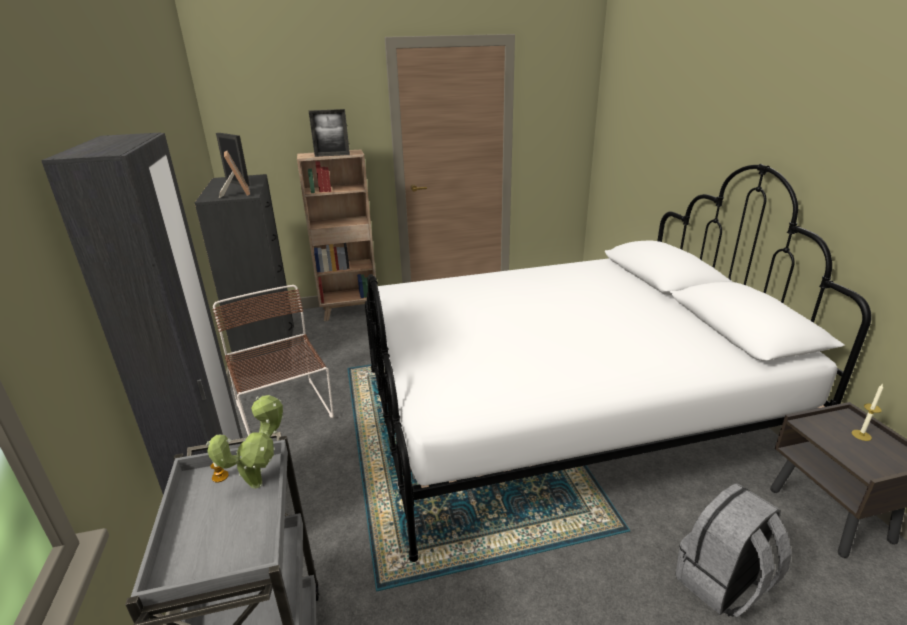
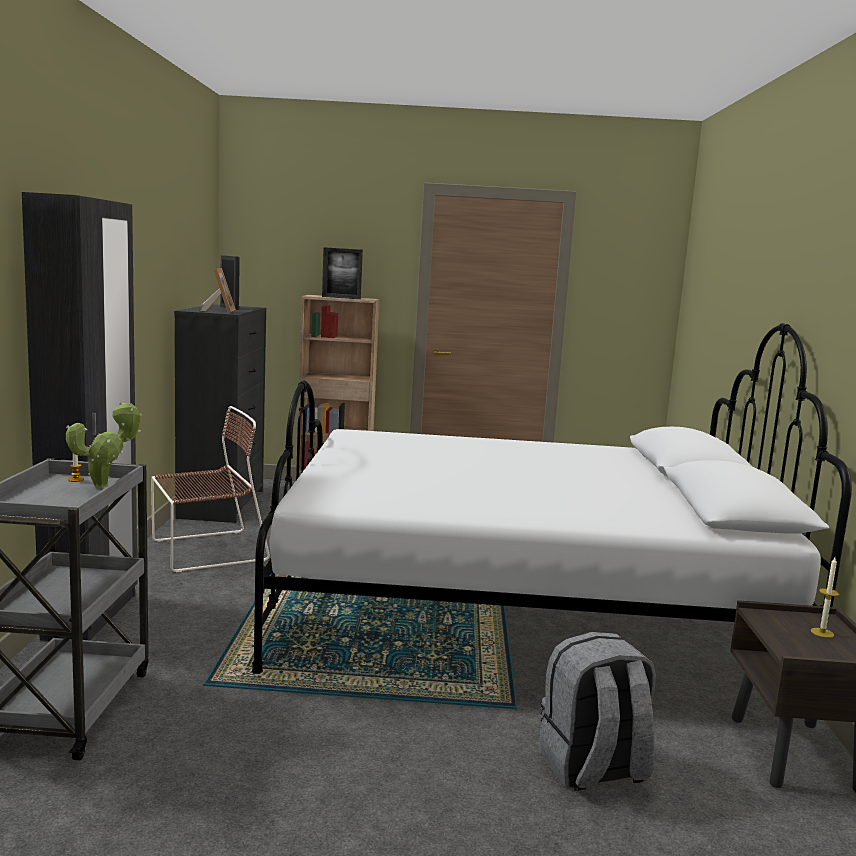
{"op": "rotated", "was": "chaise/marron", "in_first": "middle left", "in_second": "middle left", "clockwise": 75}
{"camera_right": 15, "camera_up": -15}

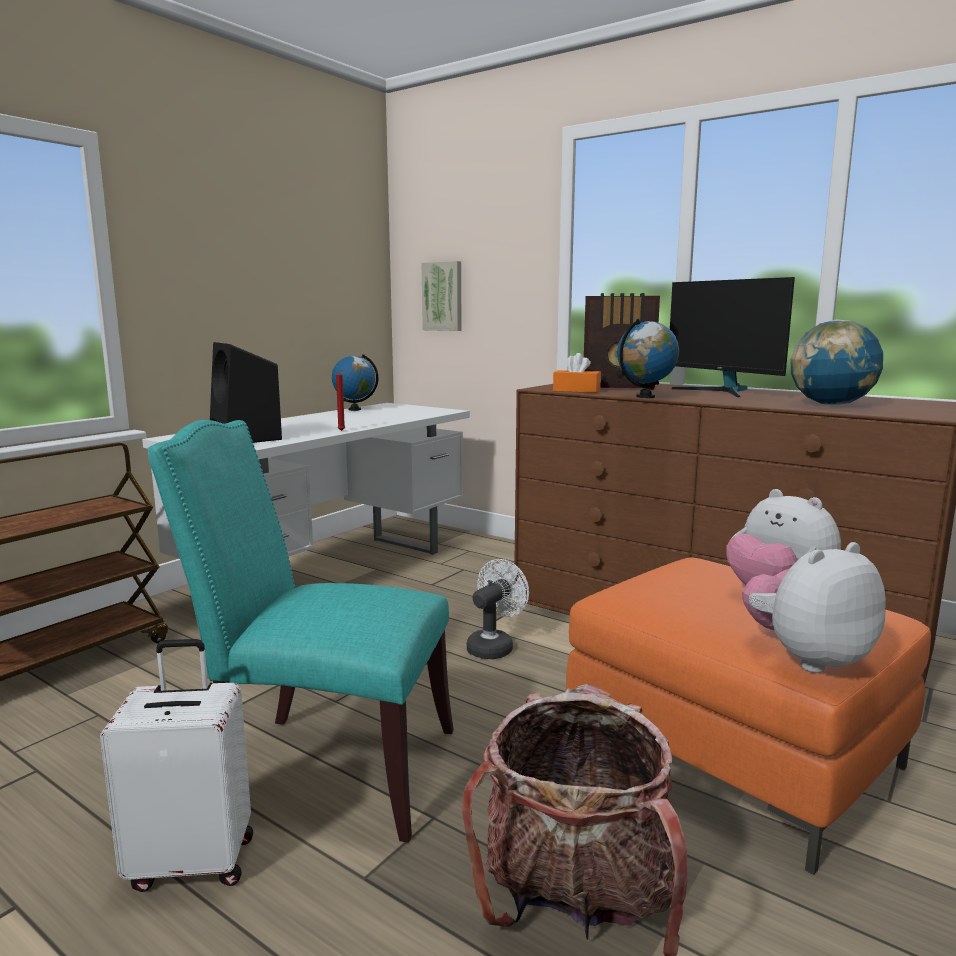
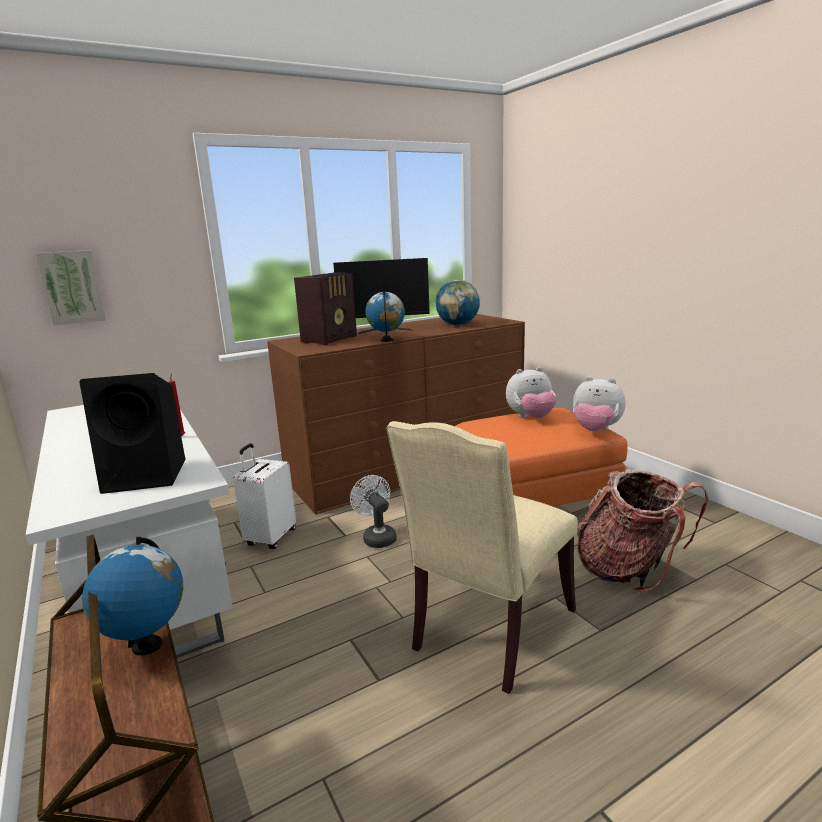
{"op": "gone", "was": "boîte à mouchoirs/orange", "in_first": "centre"}
{"op": "shifted", "was": "globe (no. 1 from left)", "in_first": "centre", "in_second": "bottom left"}
{"op": "repainted", "was": "chaise/turquoise", "now": "chaise/beige", "in_first": "middle left", "in_second": "bottom centre"}
{"op": "rotated", "was": "peluche (no. 2 from left)", "in_first": "middle right", "in_second": "middle right", "clockwise": -60}
{"op": "shifted", "was": "valise/blanc", "in_first": "bottom left", "in_second": "middle left"}
{"camera_right": -65, "camera_up": 5}

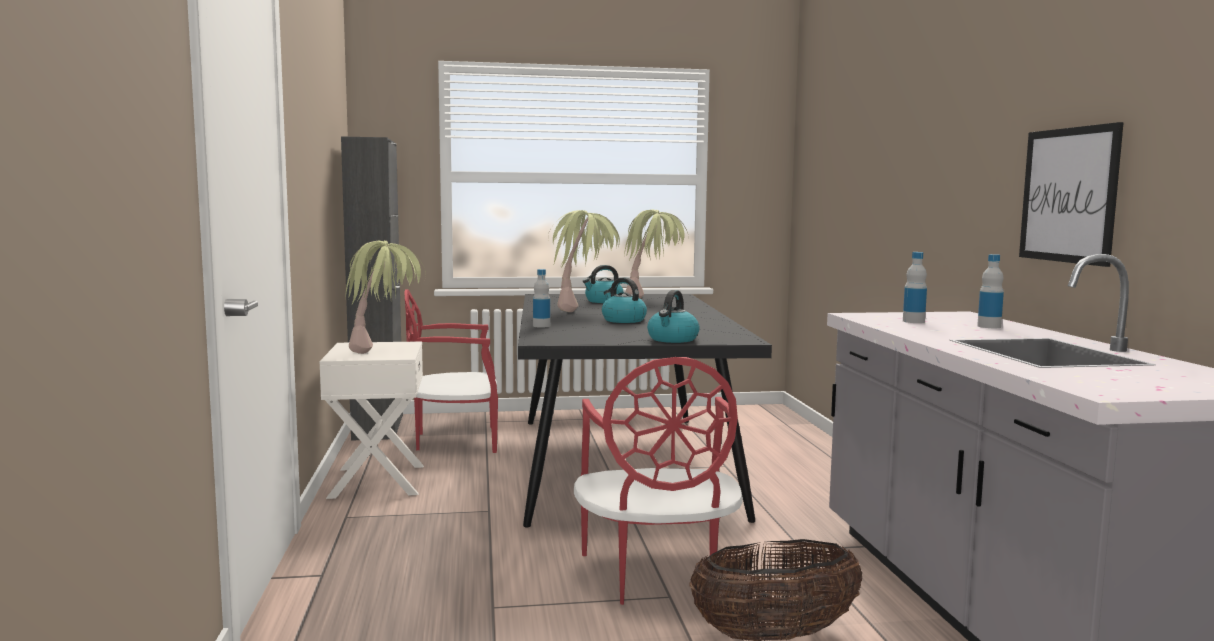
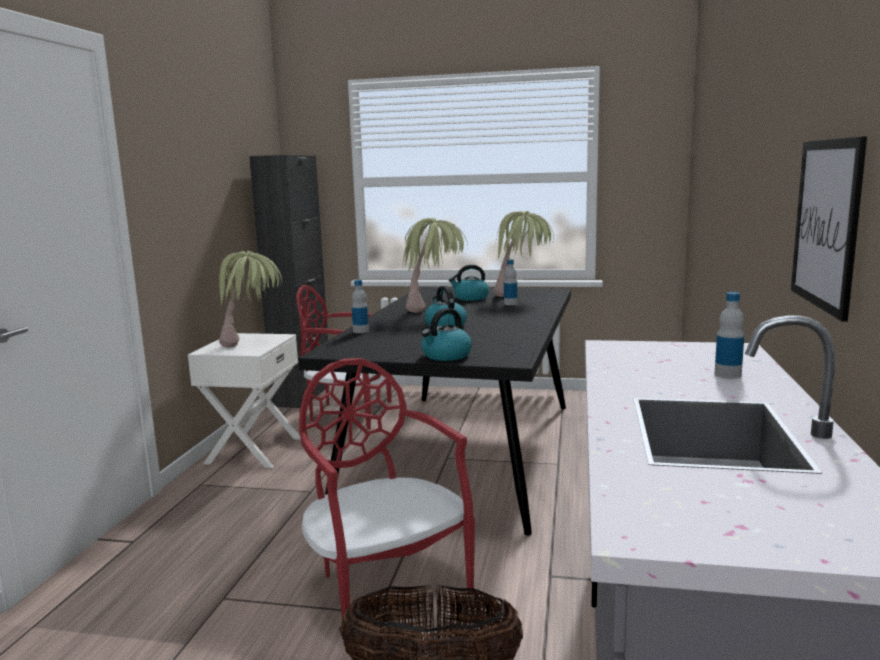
{"op": "shifted", "was": "bouteille (no. 2 from left)", "in_first": "middle right", "in_second": "centre"}
{"op": "rotated", "was": "chaise/rouge (no. 2 from left)", "in_first": "bottom centre", "in_second": "bottom centre", "clockwise": 135}
{"camera_right": 20, "camera_up": 5}

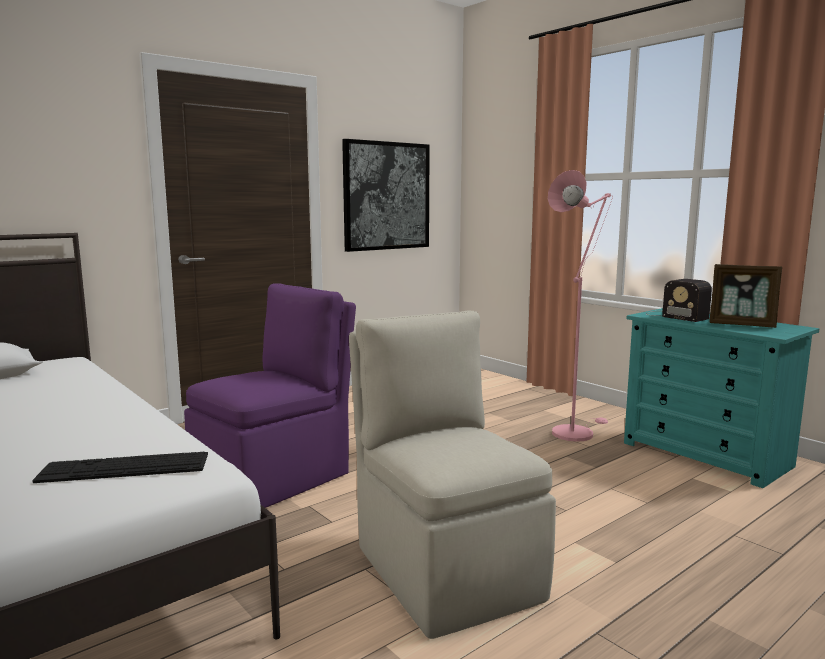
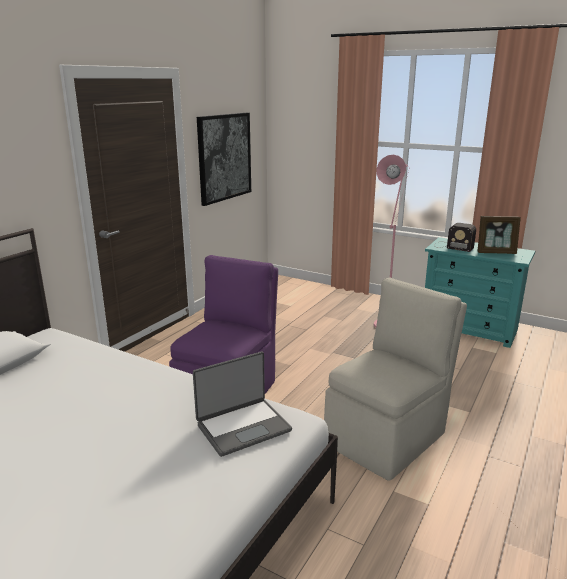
{"op": "rotated", "was": "chaise/beige", "in_first": "bottom centre", "in_second": "middle right", "clockwise": 90}
{"op": "swapped", "was": "clavier", "now": "ordinateur portable", "in_first": "bottom left", "in_second": "bottom centre"}
{"camera_right": -20, "camera_up": 10}

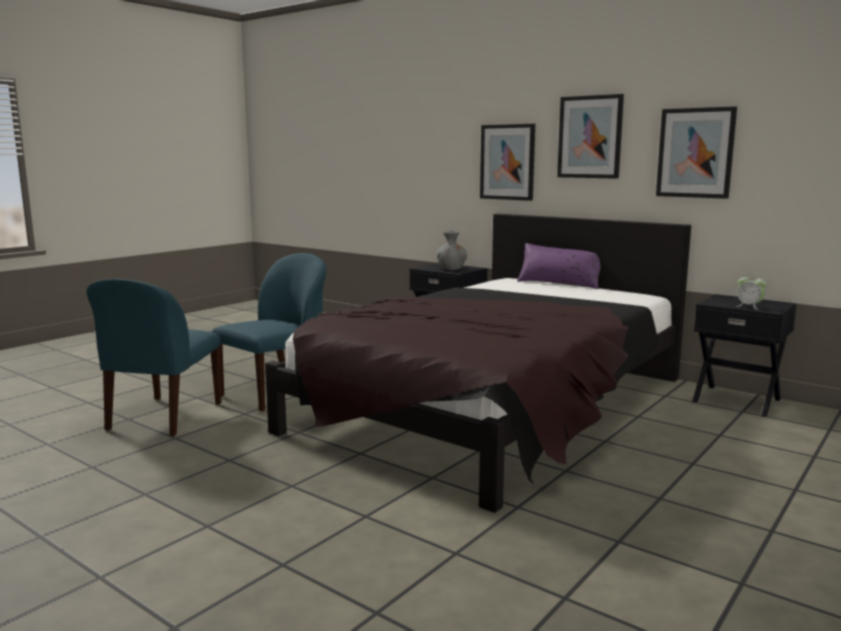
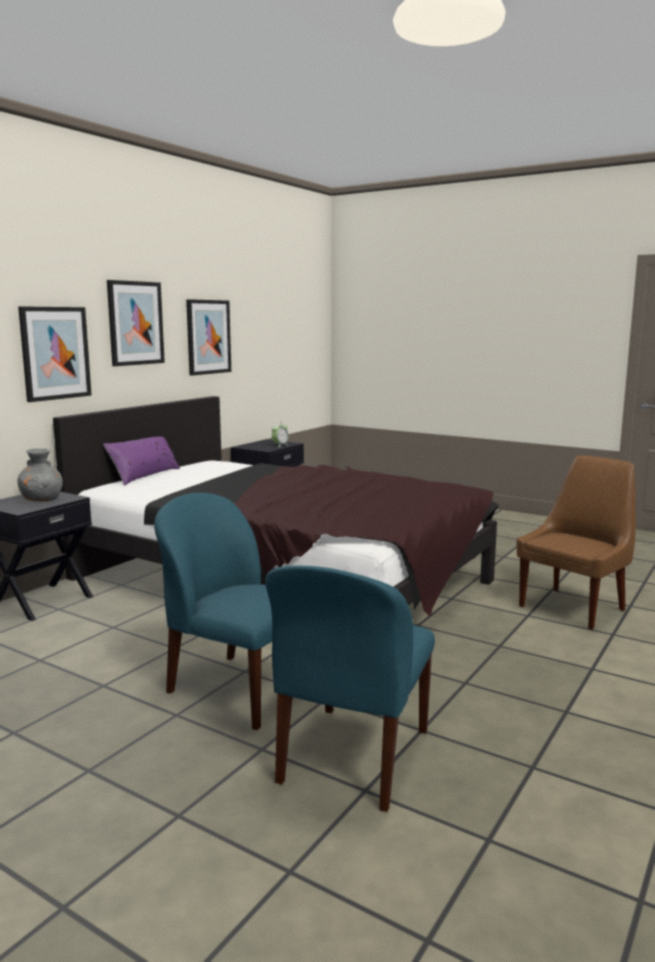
{"op": "rotated", "was": "chaise/bleu (no. 1 from left in the first image)", "in_first": "middle left", "in_second": "bottom centre", "clockwise": 105}
{"op": "new", "now": "chaise/marron", "in_second": "middle right"}
{"camera_right": -95, "camera_up": 0}

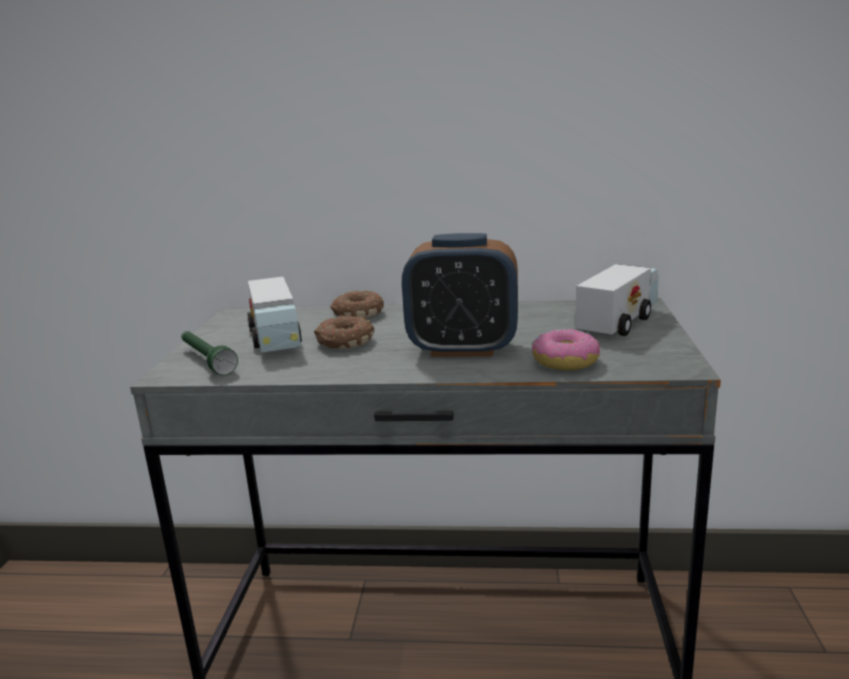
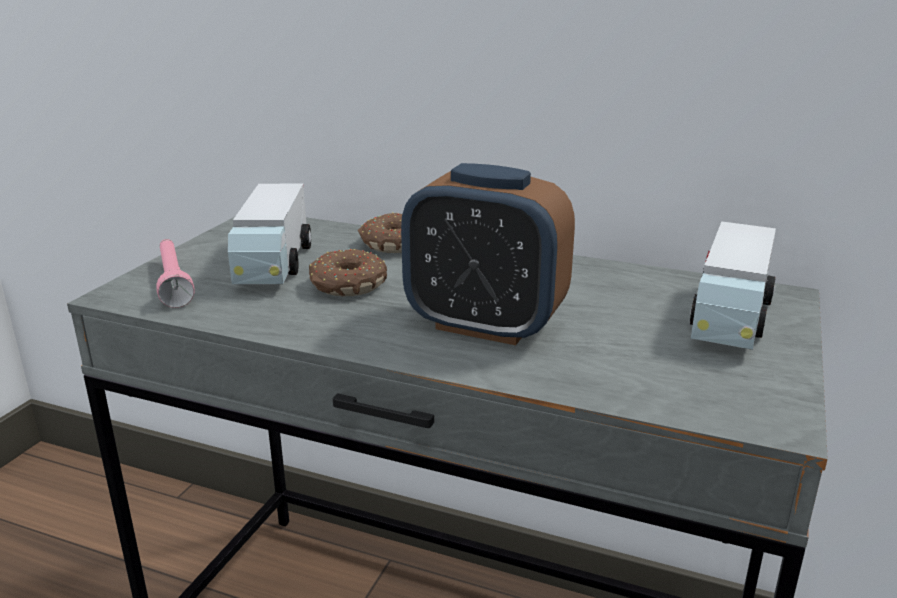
{"op": "rotated", "was": "camion jouet (no. 2 from left)", "in_first": "middle right", "in_second": "middle right", "clockwise": 150}
{"op": "gone", "was": "beignet (no. 3 from left)", "in_first": "middle right"}
{"op": "repainted", "was": "lampe de poche/vert", "now": "lampe de poche/rose", "in_first": "middle left", "in_second": "middle left"}
{"camera_right": 15, "camera_up": 5}

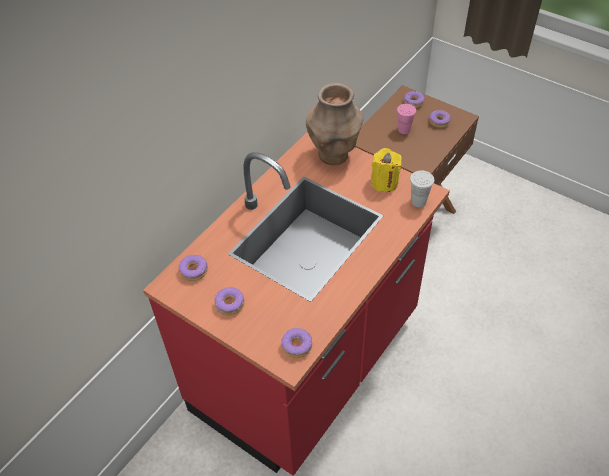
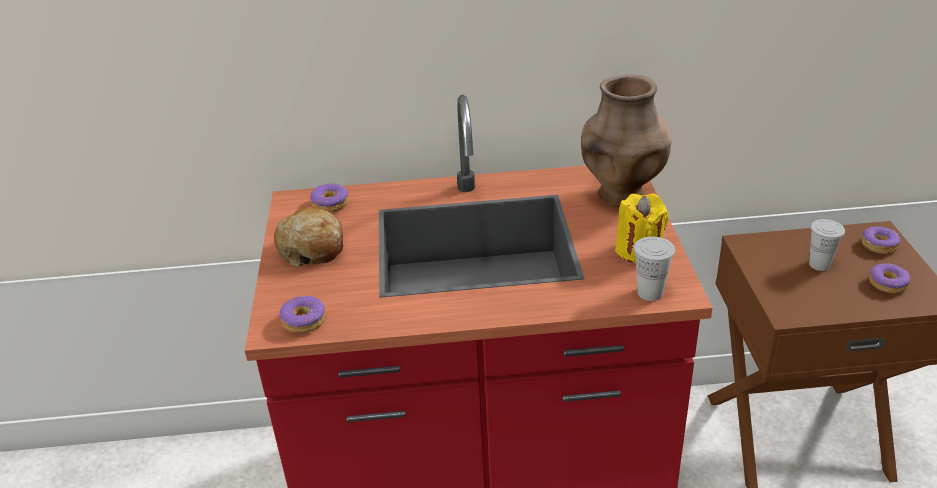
{"op": "repainted", "was": "tasse/rose", "now": "tasse/blanc (no. 2 from left)", "in_first": "top right", "in_second": "middle right"}
{"op": "swapped", "was": "beignet (no. 2 from left)", "now": "pain", "in_first": "centre", "in_second": "middle left"}
{"camera_right": 50, "camera_up": -15}

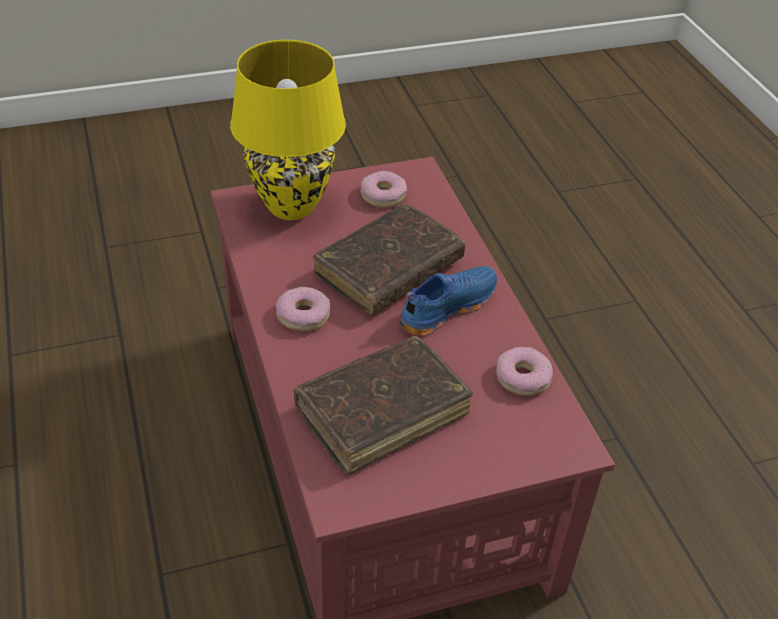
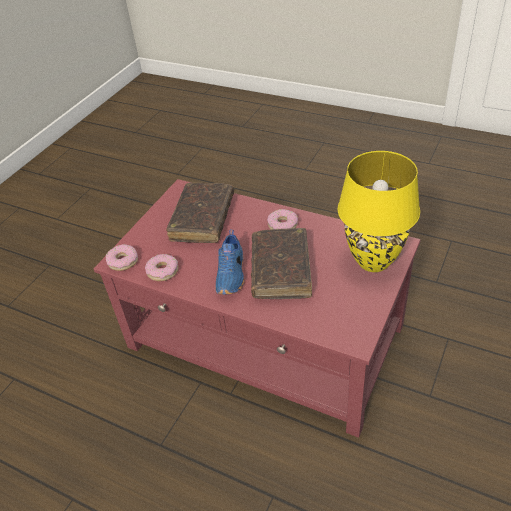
{"op": "shifted", "was": "beignet (no. 2 from left in the first image)", "now": "beignet (no. 1 from left)", "in_first": "top centre", "in_second": "middle left"}
{"camera_right": 140, "camera_up": 0}

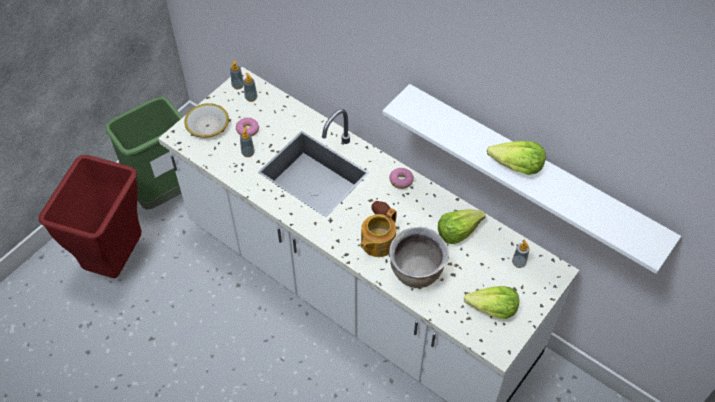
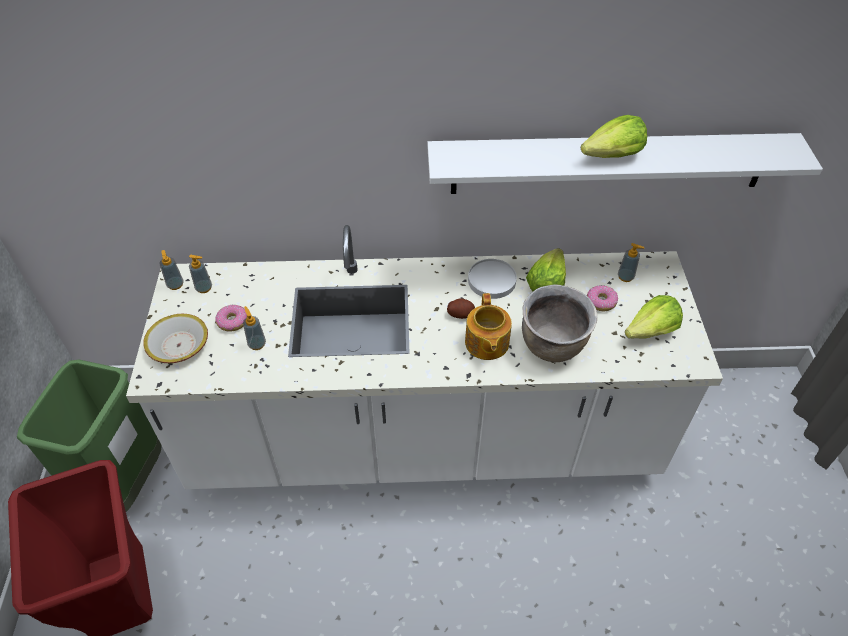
{"op": "shifted", "was": "beignet (no. 2 from left)", "in_first": "centre", "in_second": "middle right"}
{"op": "new", "now": "assiette/blanc", "in_second": "centre"}
{"camera_right": -40, "camera_up": -5}

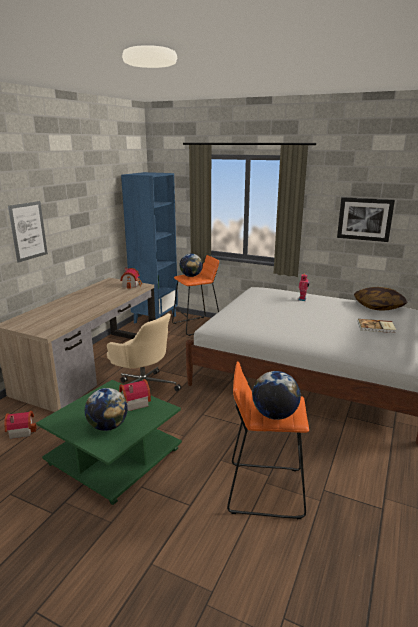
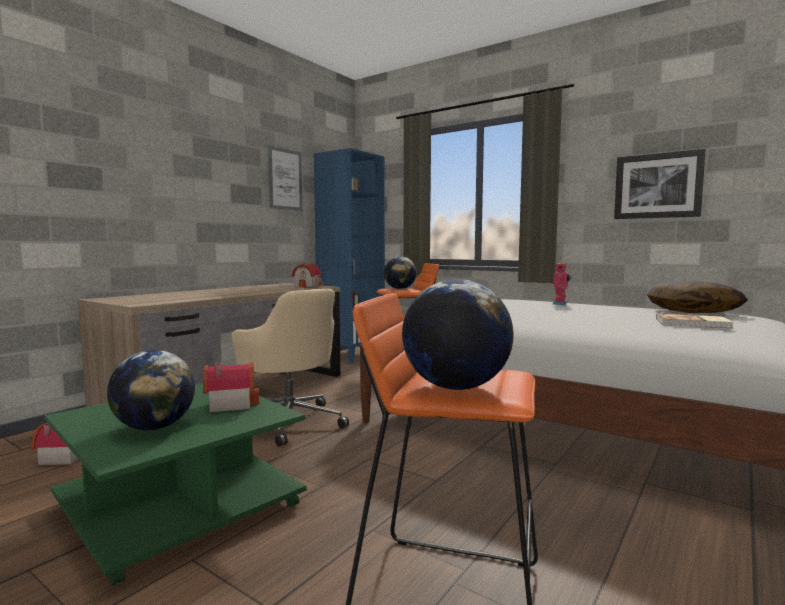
{"op": "shifted", "was": "tableau (no. 1 from left)", "in_first": "middle left", "in_second": "top centre"}
{"camera_right": 10, "camera_up": -15}

